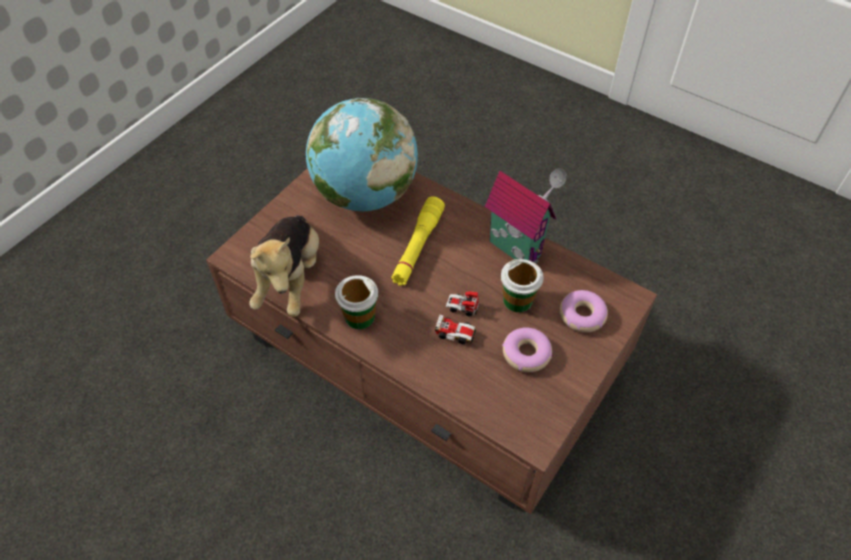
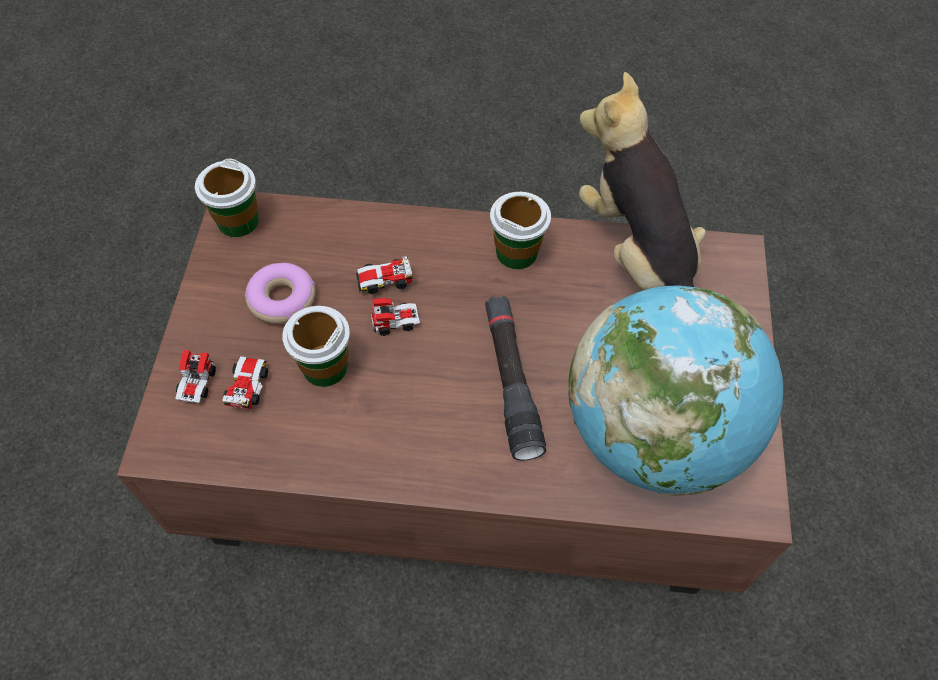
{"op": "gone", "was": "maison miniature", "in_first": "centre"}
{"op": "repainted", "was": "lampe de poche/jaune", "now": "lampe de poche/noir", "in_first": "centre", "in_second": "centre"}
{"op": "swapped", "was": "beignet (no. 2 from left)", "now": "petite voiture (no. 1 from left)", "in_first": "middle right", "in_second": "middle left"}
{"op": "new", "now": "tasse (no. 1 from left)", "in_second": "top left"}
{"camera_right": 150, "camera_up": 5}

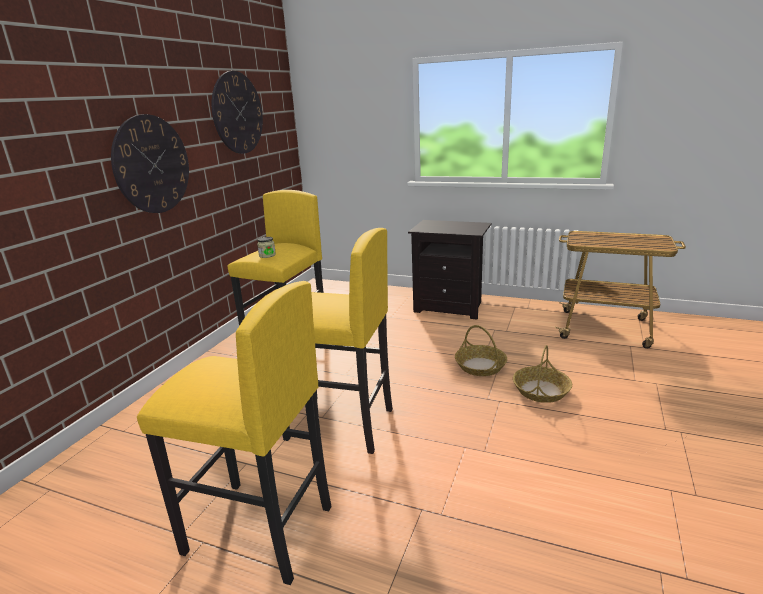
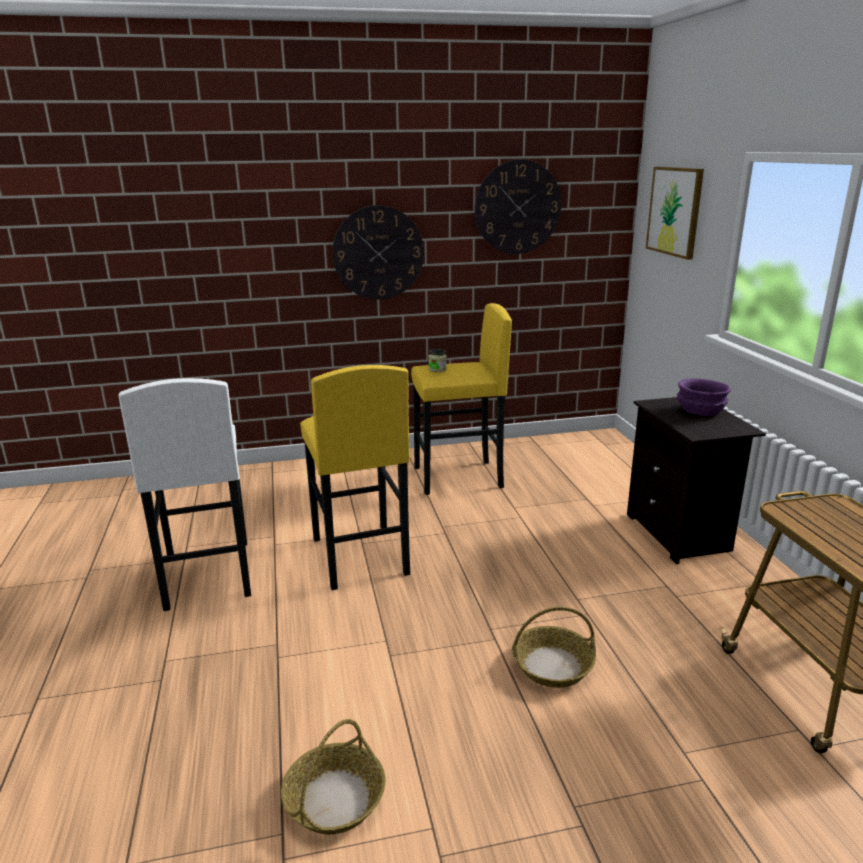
{"op": "repainted", "was": "tabouret/jaune (no. 1 from left)", "now": "tabouret/blanc", "in_first": "bottom left", "in_second": "middle left"}
{"op": "shifted", "was": "panier (no. 1 from left)", "in_first": "centre", "in_second": "bottom centre"}
{"op": "new", "now": "tableau", "in_second": "top right"}
{"op": "new", "now": "bol/violet", "in_second": "middle right"}
{"camera_right": 55, "camera_up": 0}

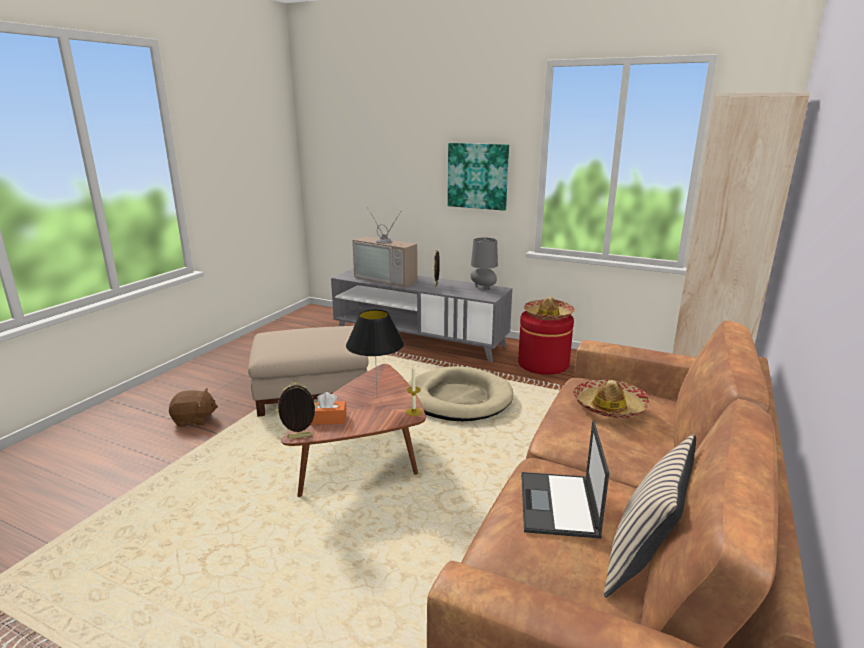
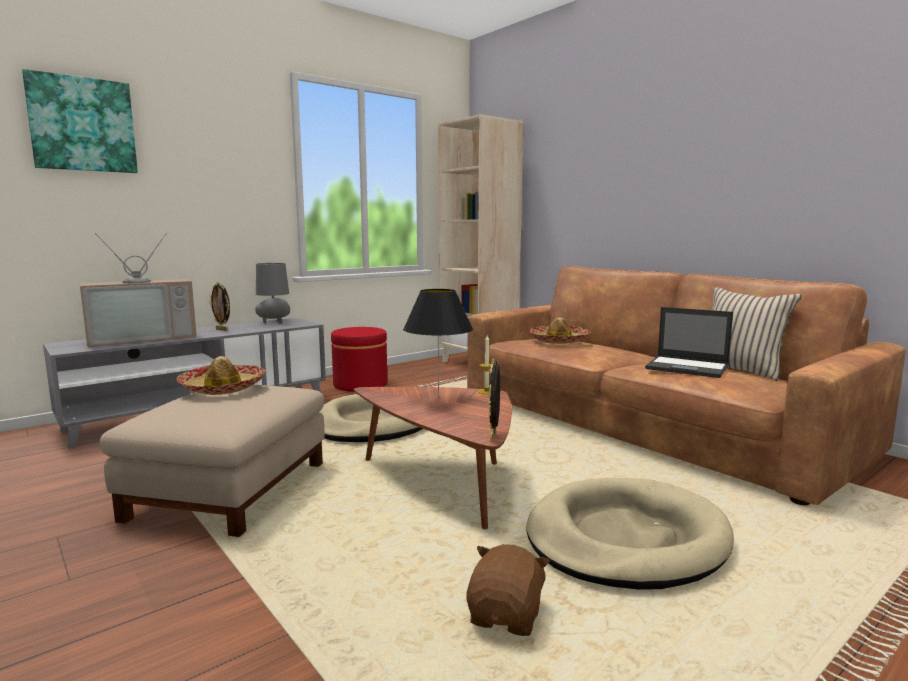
{"op": "shifted", "was": "tableau", "in_first": "top centre", "in_second": "top left"}
{"op": "shifted", "was": "chapeau (no. 1 from left)", "in_first": "centre", "in_second": "middle left"}
{"op": "shifted", "was": "peluche/marron", "in_first": "middle left", "in_second": "bottom centre"}
{"op": "gone", "was": "boîte à mouchoirs/orange", "in_first": "centre"}
{"op": "new", "now": "panier pour chien/beige (no. 2 from left)", "in_second": "bottom right"}
{"camera_right": -65, "camera_up": -10}

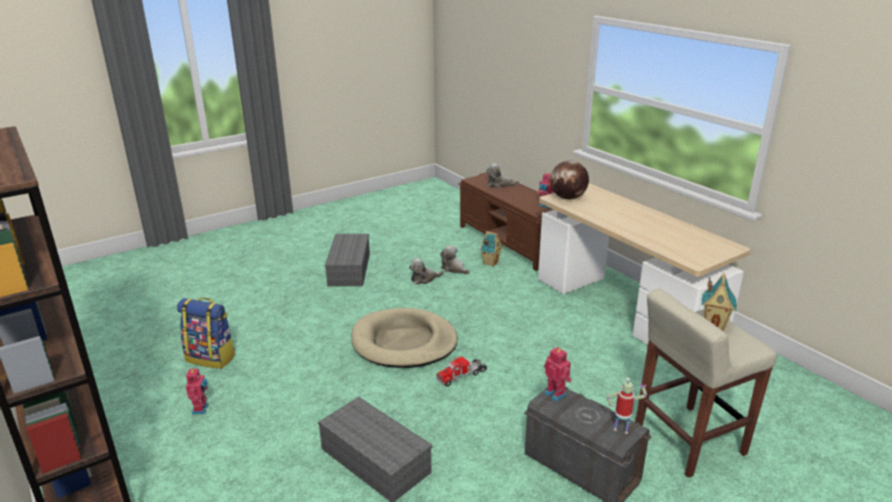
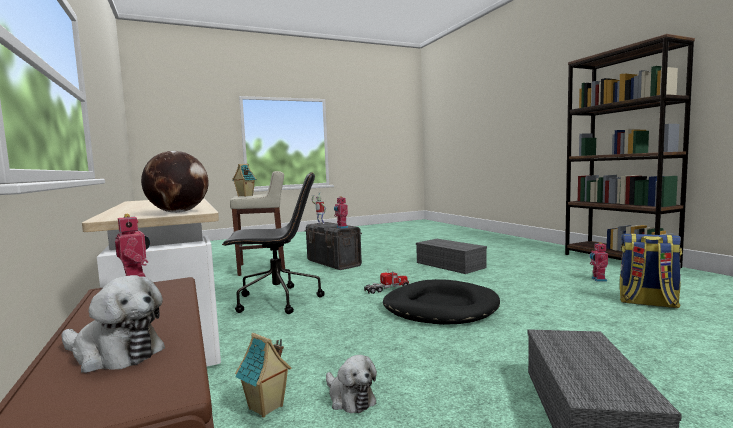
{"op": "gone", "was": "peluche (no. 1 from left)", "in_first": "centre"}
{"op": "repainted", "was": "panier pour chien/beige", "now": "panier pour chien/noir", "in_first": "bottom centre", "in_second": "bottom centre"}
{"op": "new", "now": "chaise de bureau/noir", "in_second": "centre"}
{"camera_right": -170, "camera_up": -20}

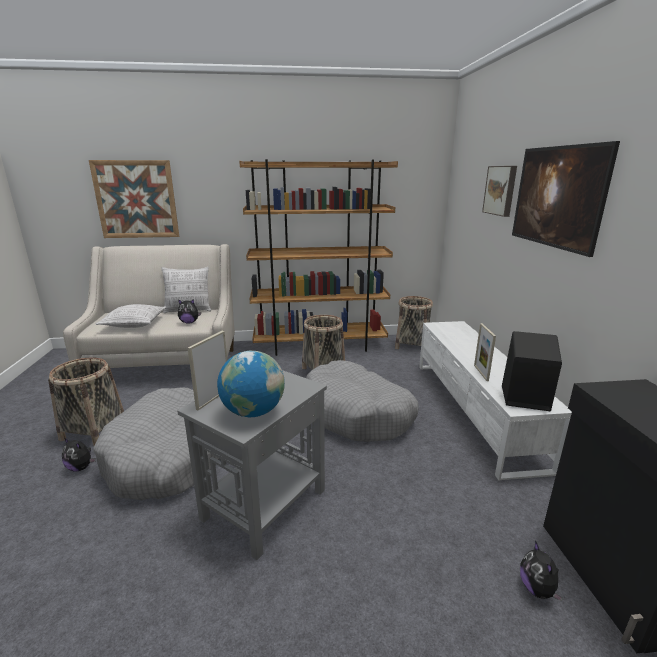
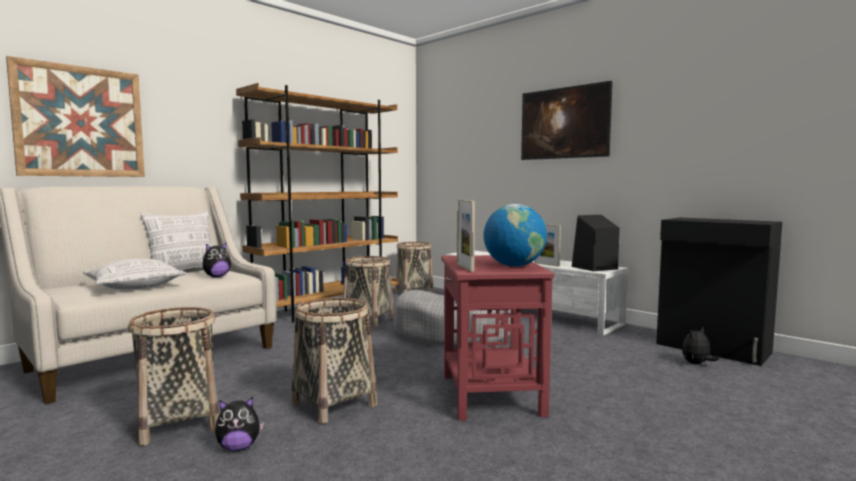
{"op": "gone", "was": "tableau (no. 2 from left)", "in_first": "top right"}
{"op": "repainted", "was": "table d'appoint/gris", "now": "table d'appoint/rouge", "in_first": "bottom centre", "in_second": "bottom centre"}
{"op": "swapped", "was": "panier pour chien/gris (no. 1 from left)", "now": "panier (no. 2 from left)", "in_first": "bottom left", "in_second": "bottom centre"}
{"op": "rotated", "was": "peluche (no. 3 from left)", "in_first": "bottom right", "in_second": "bottom right", "clockwise": 105}
{"camera_right": -40, "camera_up": -15}

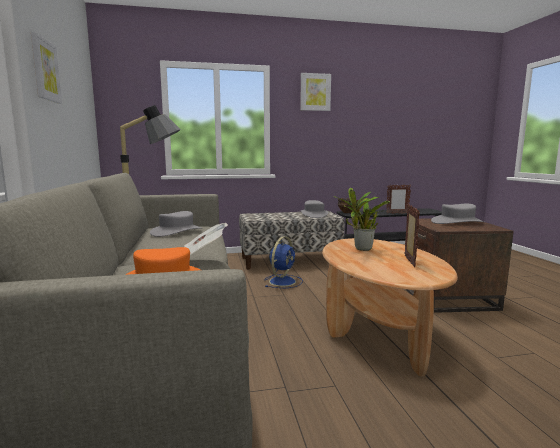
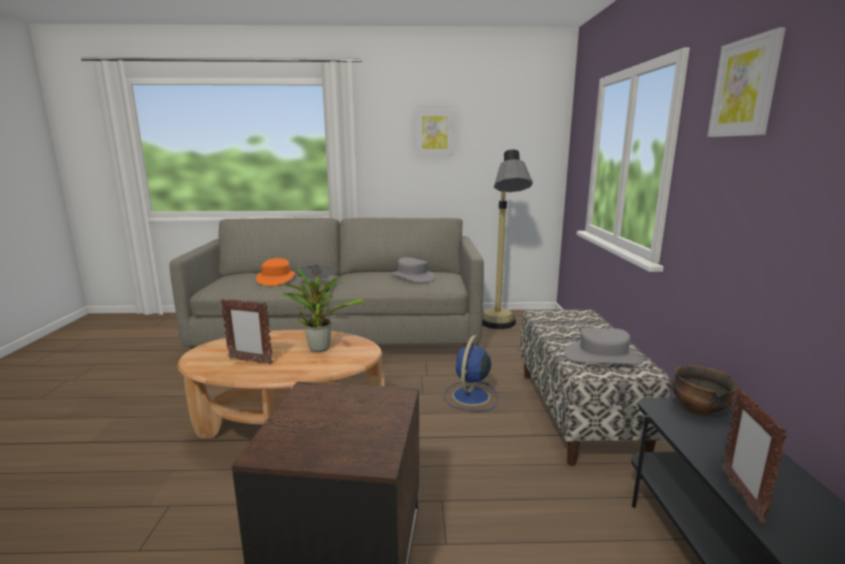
{"op": "gone", "was": "chapeau/gris (no. 3 from left)", "in_first": "middle right"}
{"op": "rotated", "was": "ventilateur/bleu", "in_first": "centre", "in_second": "centre", "clockwise": 75}
{"camera_right": 100, "camera_up": 5}

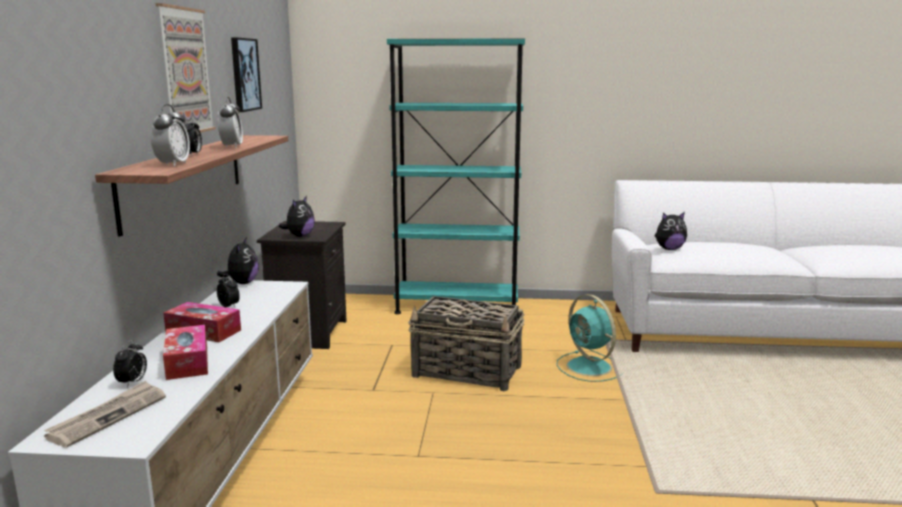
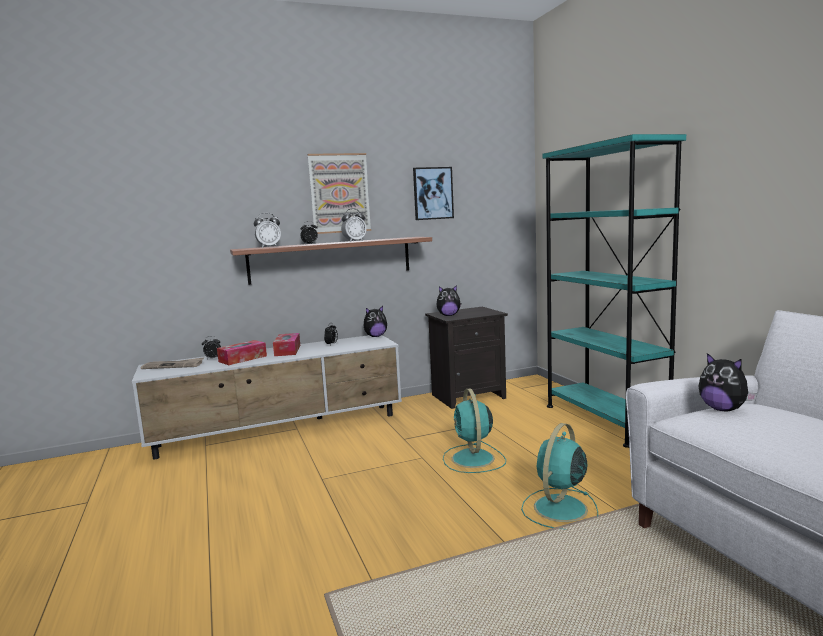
{"op": "swapped", "was": "panier", "now": "ventilateur/turquoise (no. 1 from left)", "in_first": "bottom centre", "in_second": "bottom centre"}
{"camera_right": 65, "camera_up": -5}

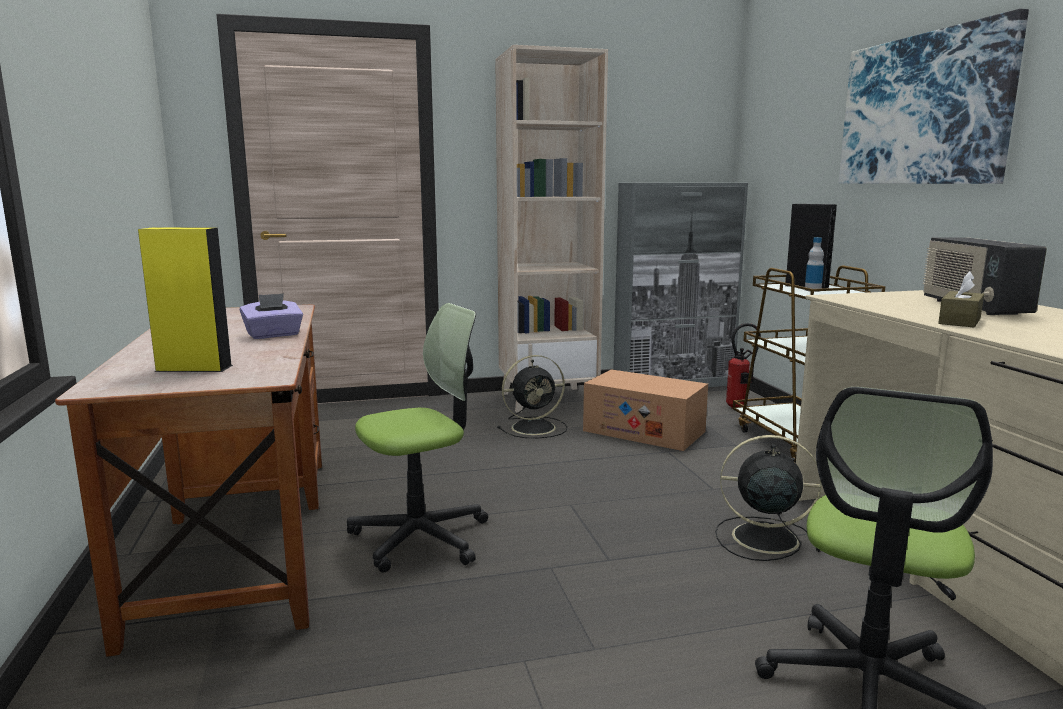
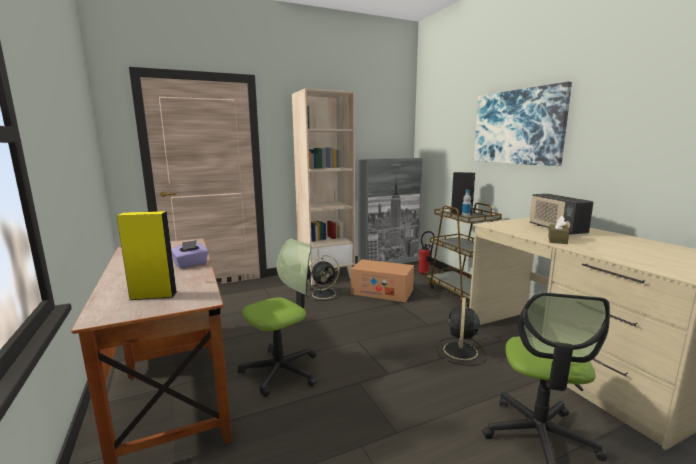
{"op": "rotated", "was": "ventilateur/noir (no. 2 from left)", "in_first": "bottom right", "in_second": "bottom centre", "clockwise": -75}
{"camera_right": -10, "camera_up": 0}

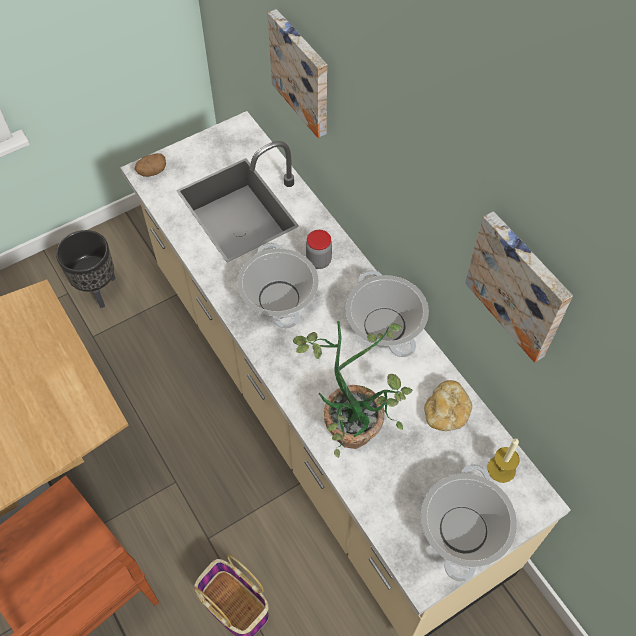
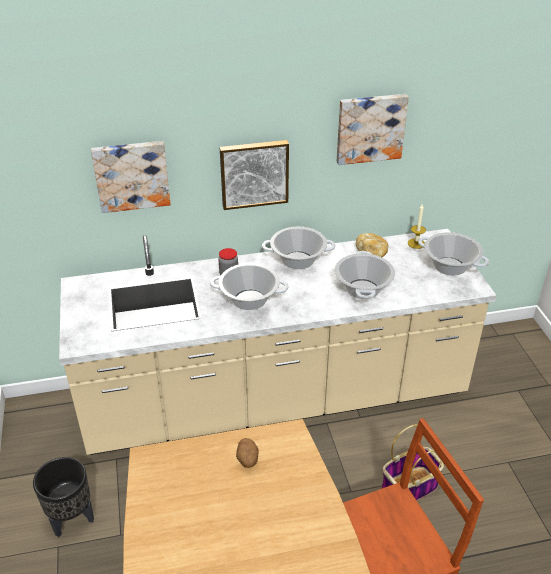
{"op": "shifted", "was": "pomme de terre", "in_first": "top left", "in_second": "bottom centre"}
{"op": "swapped", "was": "plante en pot", "now": "marmite (no. 3 from left)", "in_first": "centre", "in_second": "centre"}
{"op": "new", "now": "tableau (no. 2 from left)", "in_second": "top centre"}
{"camera_right": -70, "camera_up": -20}

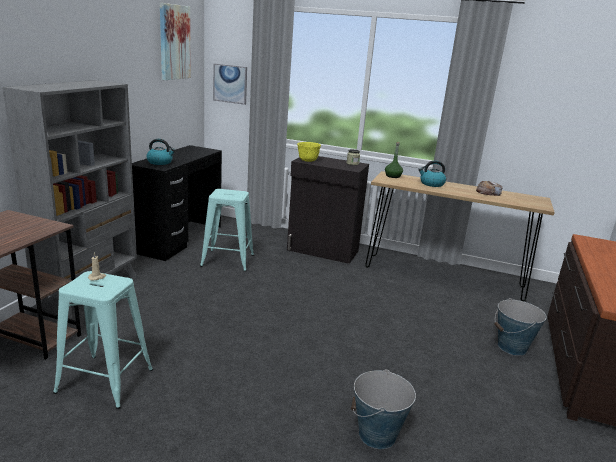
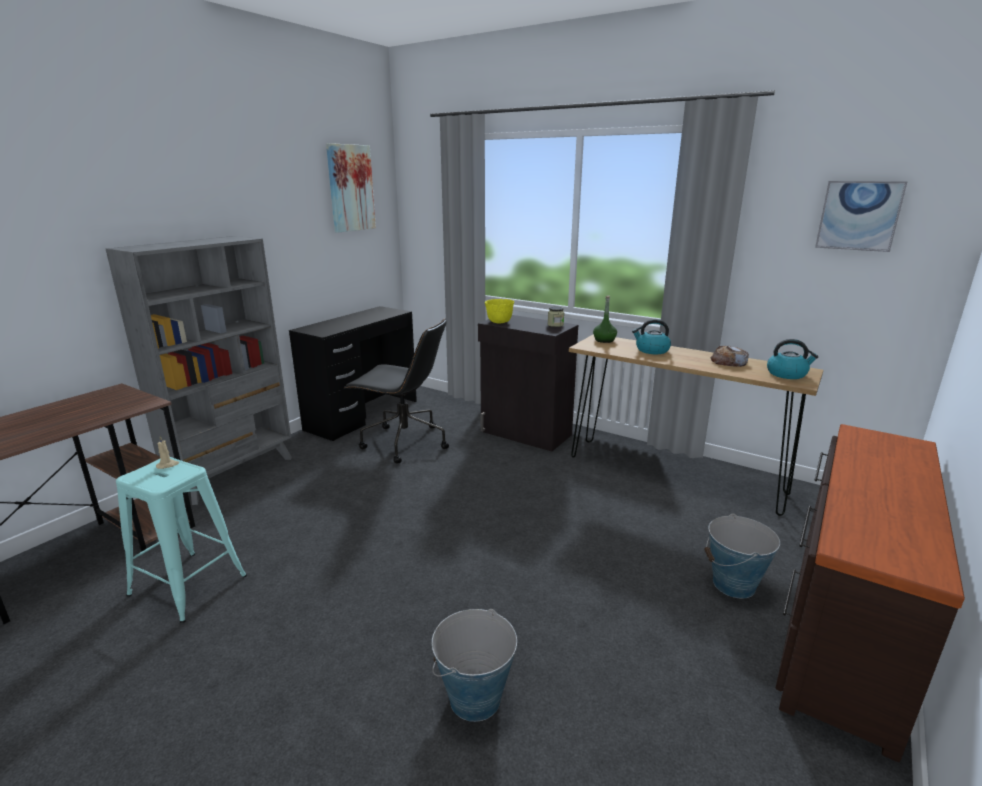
{"op": "shifted", "was": "tableau (no. 2 from left)", "in_first": "top centre", "in_second": "top right"}
{"op": "shifted", "was": "bouilloire (no. 1 from left in the first image)", "now": "bouilloire (no. 2 from left)", "in_first": "top left", "in_second": "middle right"}
{"op": "swapped", "was": "tabouret/turquoise (no. 2 from left)", "now": "chaise de bureau/noir", "in_first": "centre", "in_second": "centre"}
{"camera_right": 15, "camera_up": 0}

